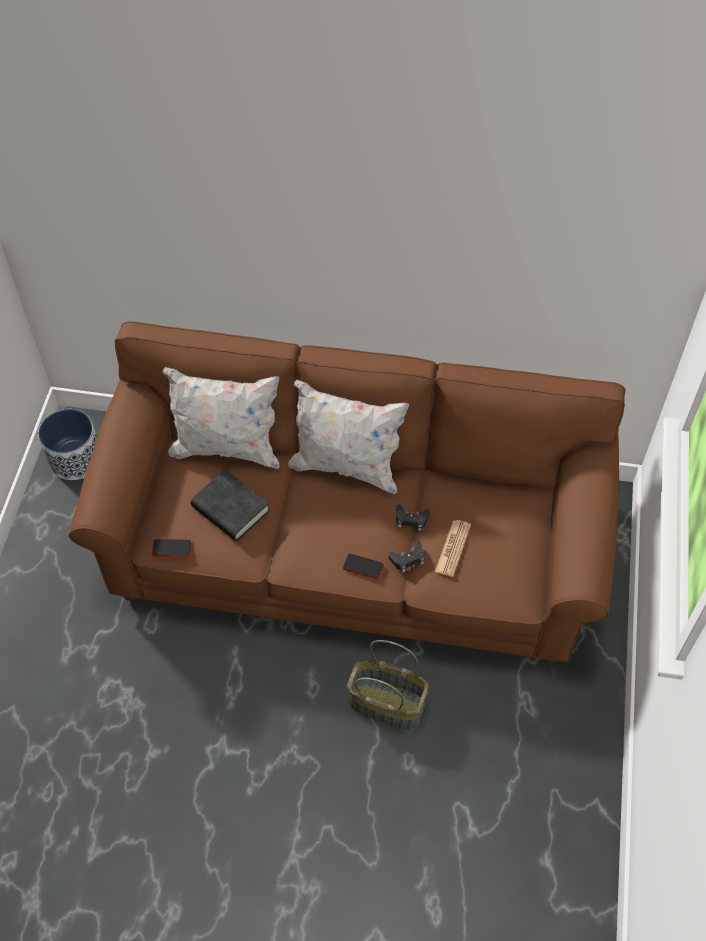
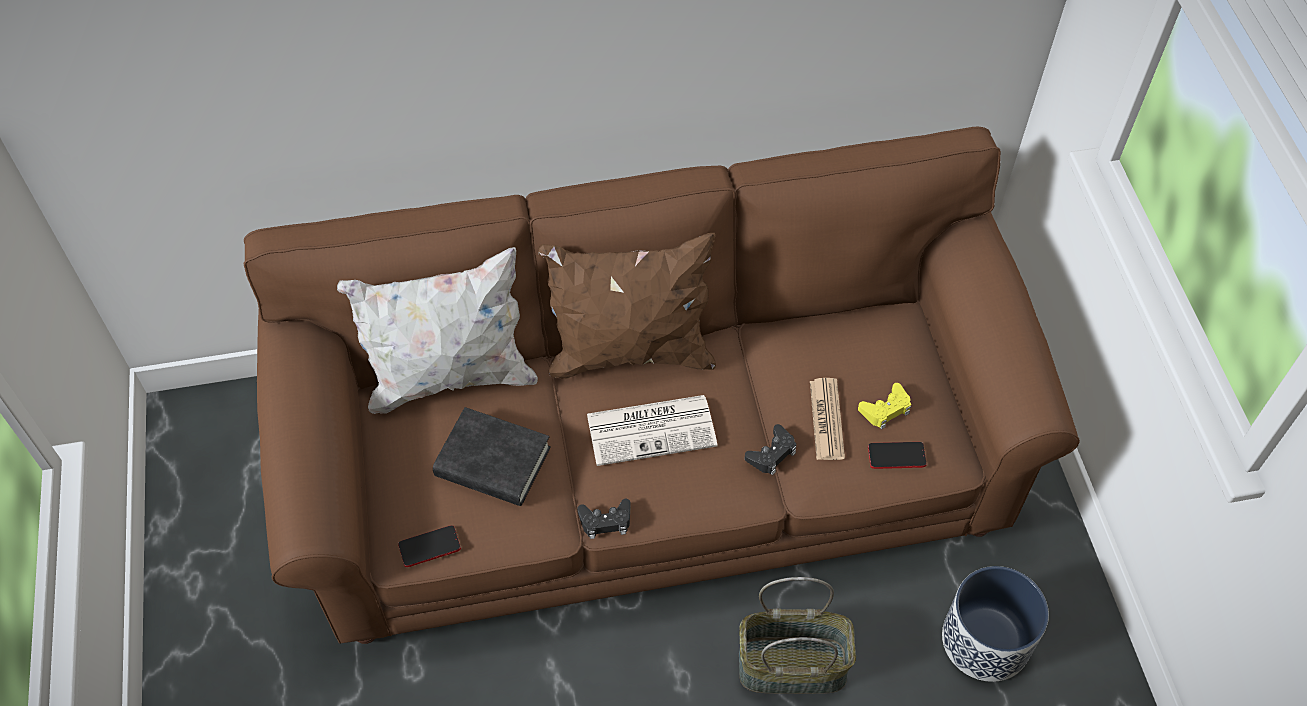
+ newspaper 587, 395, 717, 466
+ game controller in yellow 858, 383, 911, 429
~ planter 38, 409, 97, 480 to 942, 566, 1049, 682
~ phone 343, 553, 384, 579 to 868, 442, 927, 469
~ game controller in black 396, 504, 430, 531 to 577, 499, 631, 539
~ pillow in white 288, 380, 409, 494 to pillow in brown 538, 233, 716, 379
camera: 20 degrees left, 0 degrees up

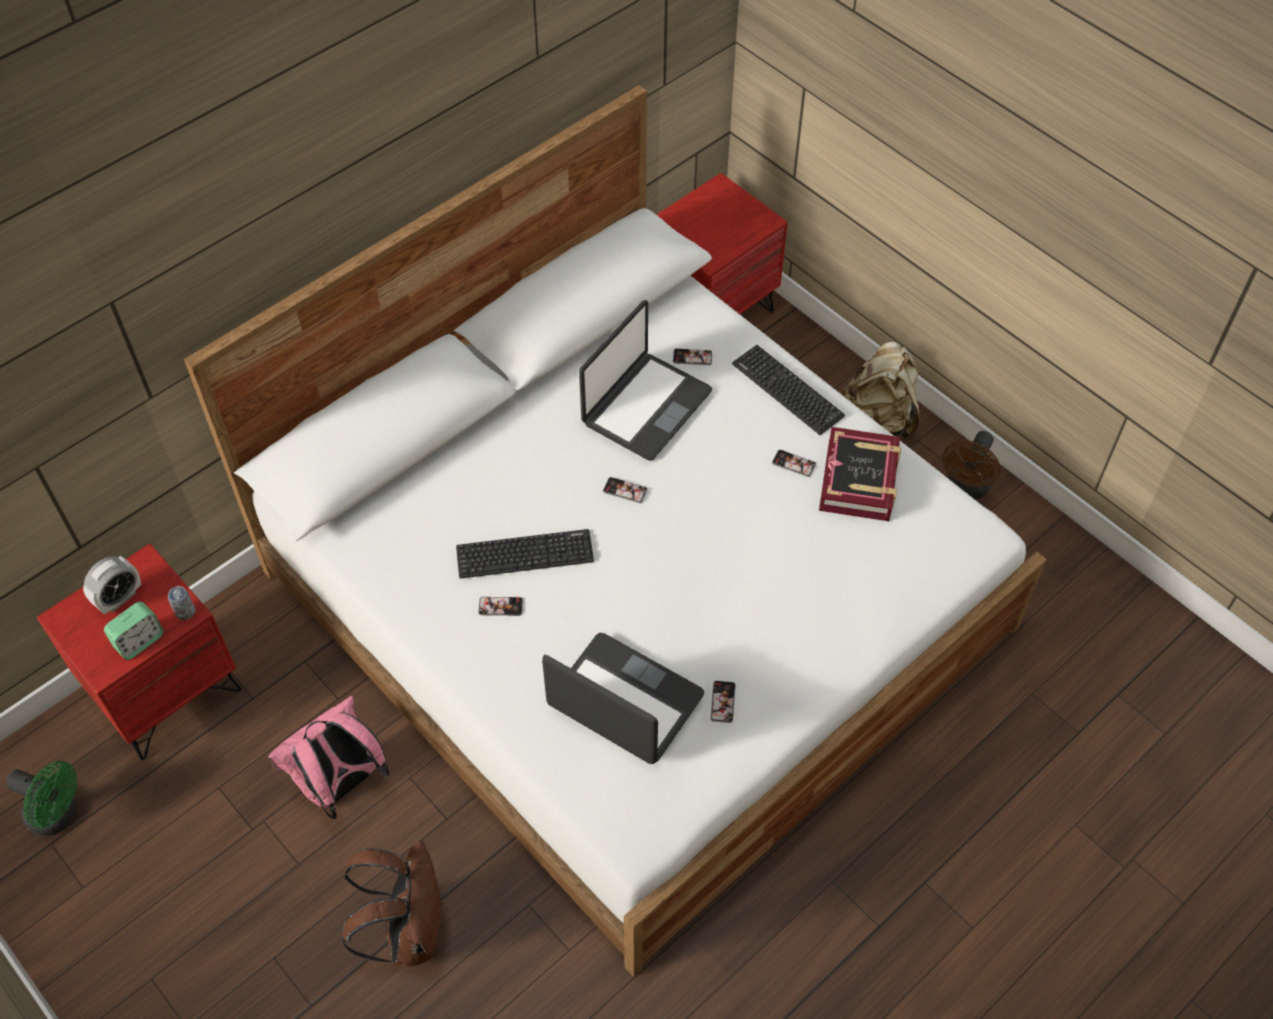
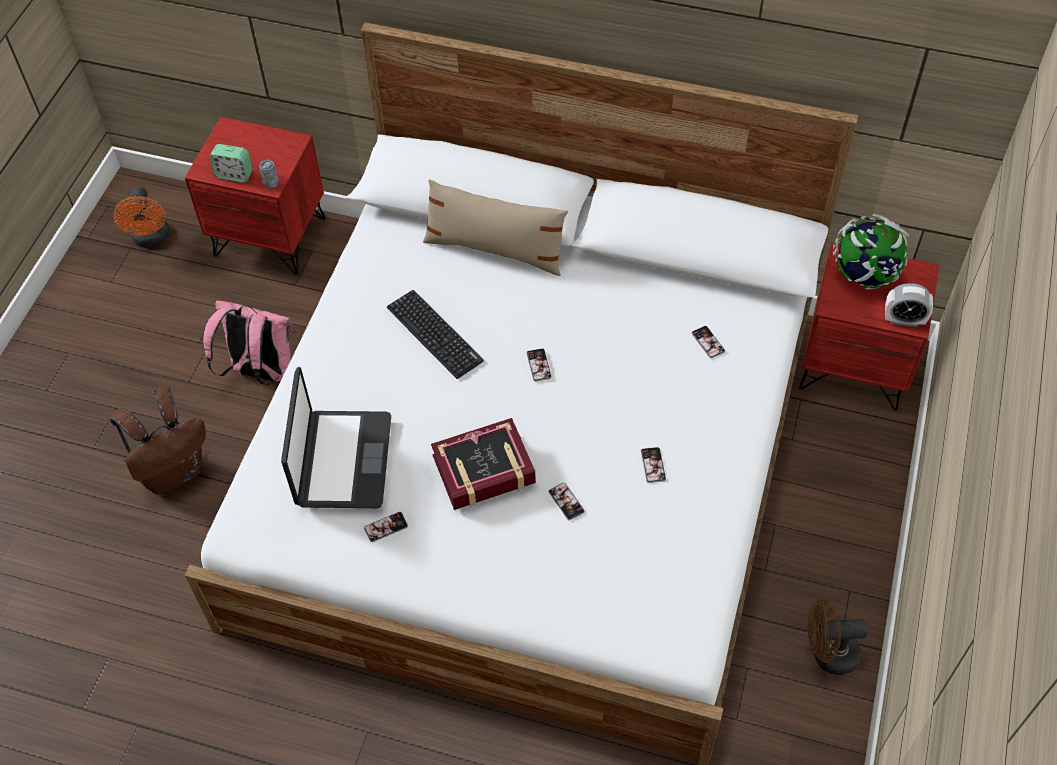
- laptop 579, 300, 712, 461
- keyboard 732, 345, 845, 435
- backpack in beige 842, 342, 919, 439
+ pillow in beige 423, 179, 568, 276
+ globe 833, 214, 909, 290
~ alarm clock 83, 556, 141, 615 to 885, 283, 933, 327
~ phone 478, 597, 523, 616 to 549, 483, 585, 520
~ book 819, 427, 901, 521 to 431, 418, 536, 510
~ fan in green 6, 761, 77, 836 to fan in orange 113, 187, 170, 248
camera: 60 degrees right, 0 degrees up

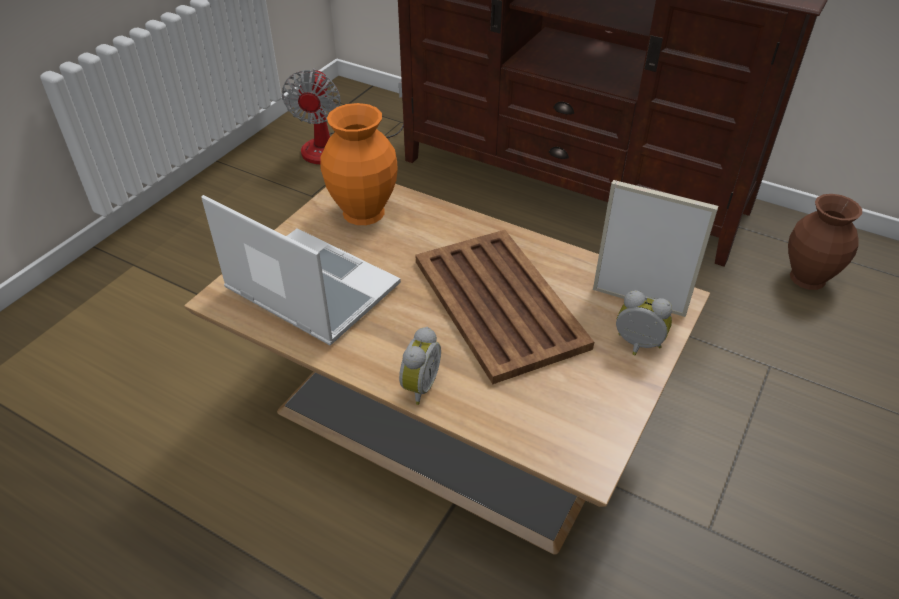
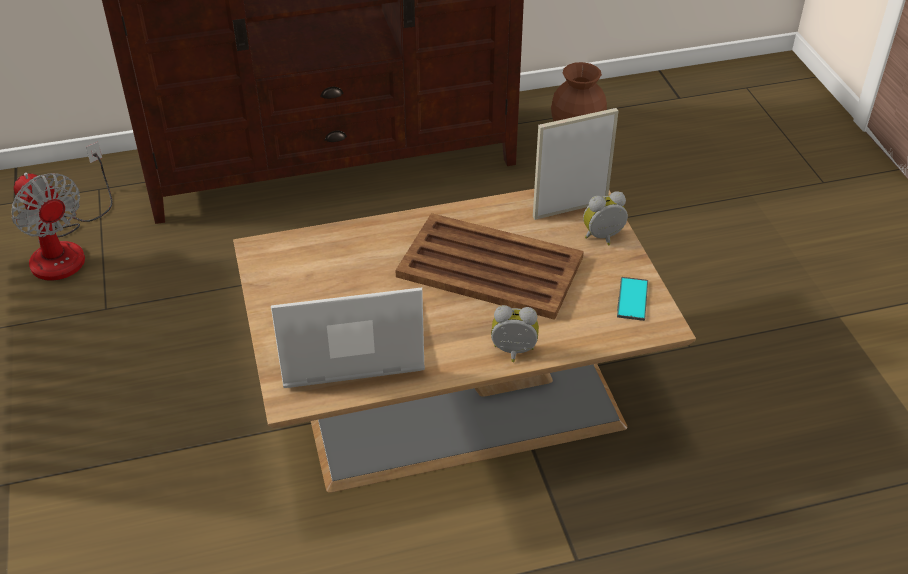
- vase in orange 320, 103, 398, 225
+ phone 617, 277, 648, 321
~ alarm clock 399, 327, 441, 405 = 491, 305, 539, 362 60 degrees counterclockwise
camera: 45 degrees left, 0 degrees up

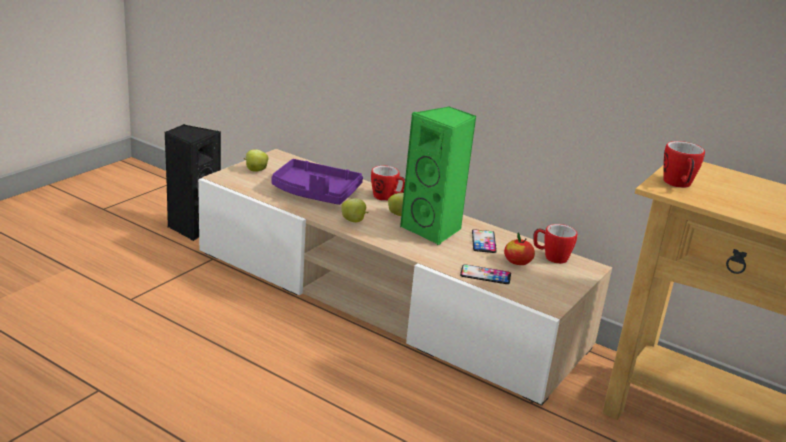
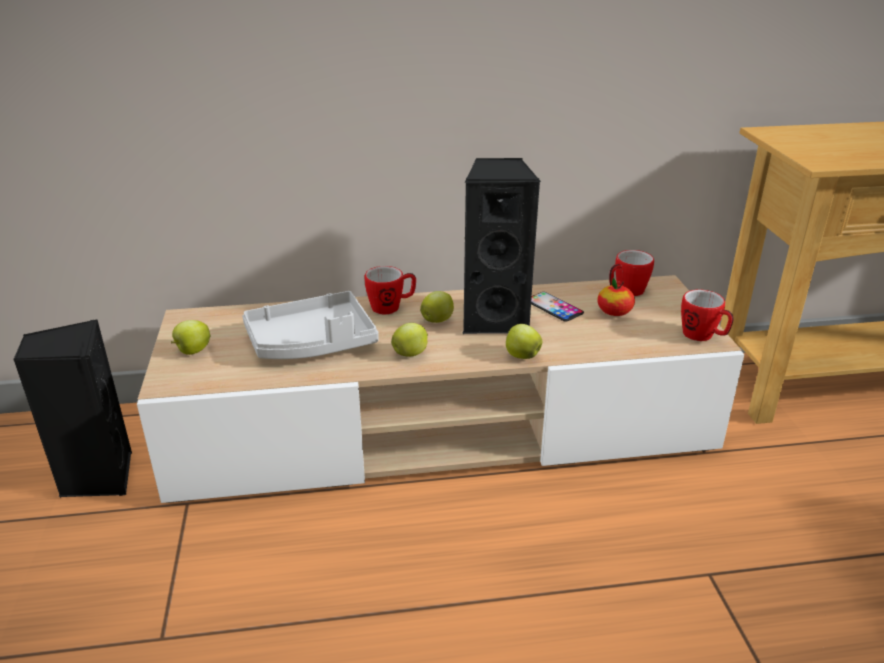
- phone 460, 264, 511, 284
+ apple 506, 324, 542, 359
~ mug 663, 141, 705, 188 to 681, 290, 734, 341
~ tray in purple 271, 159, 363, 205 to tray in grey 242, 291, 379, 359
~ speaker in green 400, 106, 477, 245 to speaker in black 462, 158, 541, 334
camera: 40 degrees left, 5 degrees up

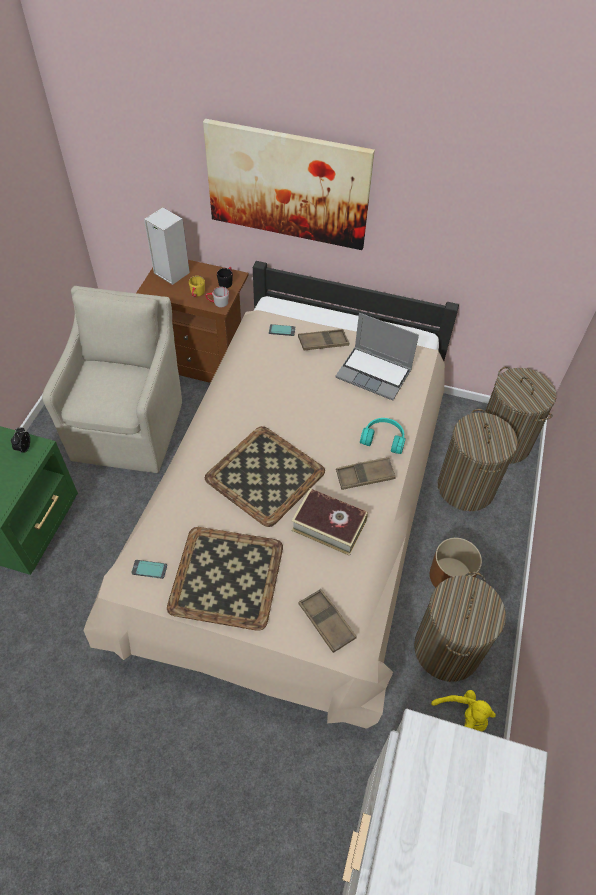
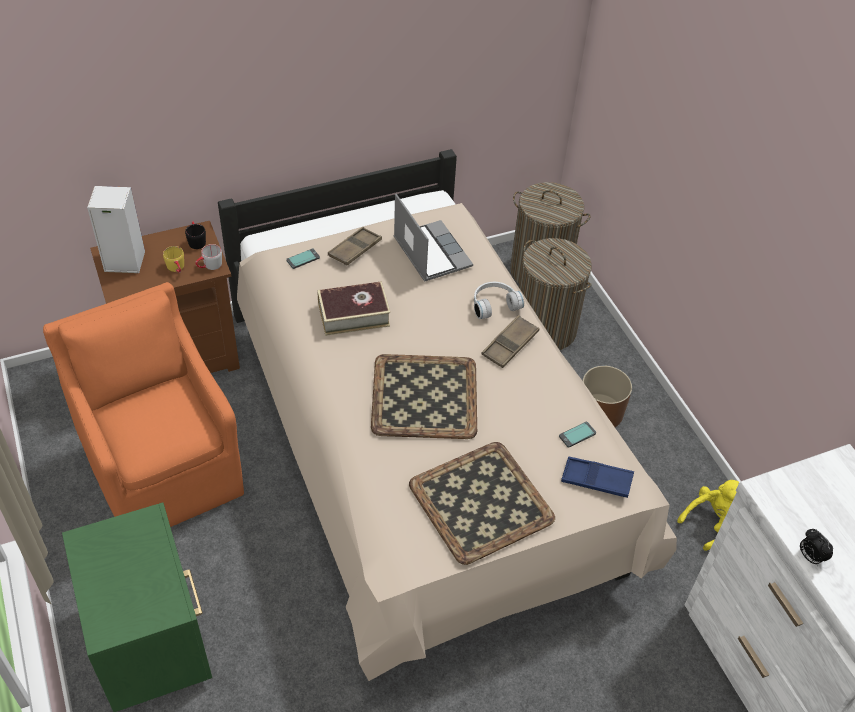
- picture 203, 119, 375, 250
- laundry basket 414, 572, 506, 682
~ alarm clock 11, 427, 30, 454 to 800, 529, 833, 566
~ phone 131, 560, 167, 579 to 559, 422, 596, 448
~ book 291, 488, 368, 556 to 317, 281, 390, 336
~ armchair in beige 42, 286, 182, 473 to armchair in orange 43, 282, 244, 527
~ tray in brown 299, 589, 356, 653 to tray in blue 561, 457, 634, 498
~ headphones in turquoise 360, 418, 406, 454 to headphones in white 474, 282, 524, 319
~ laptop 335, 313, 419, 400 = 394, 194, 473, 282 105 degrees counterclockwise
camera: 40 degrees left, 5 degrees down

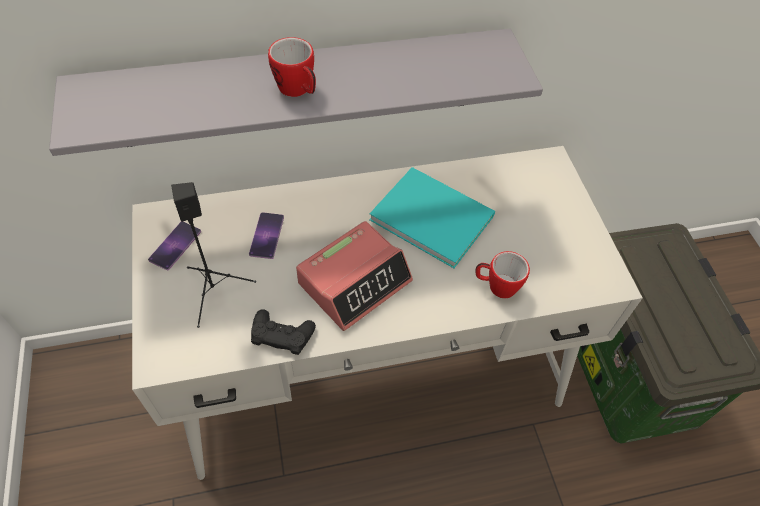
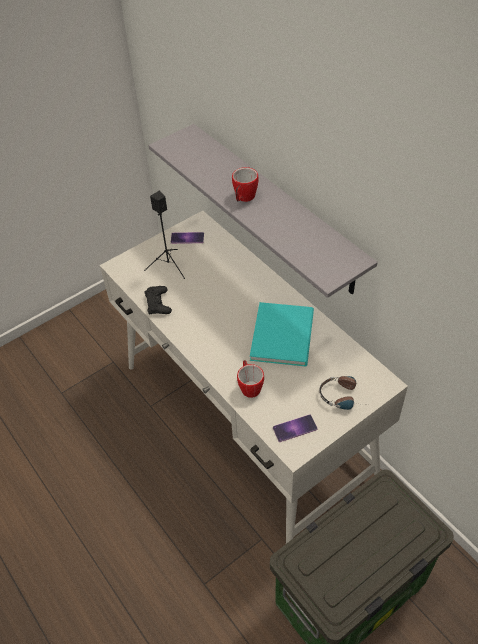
- alarm clock 296, 221, 413, 331
+ headphones 319, 376, 365, 410
~ phone 249, 212, 284, 259 to 273, 414, 317, 442
camera: 70 degrees right, 5 degrees down

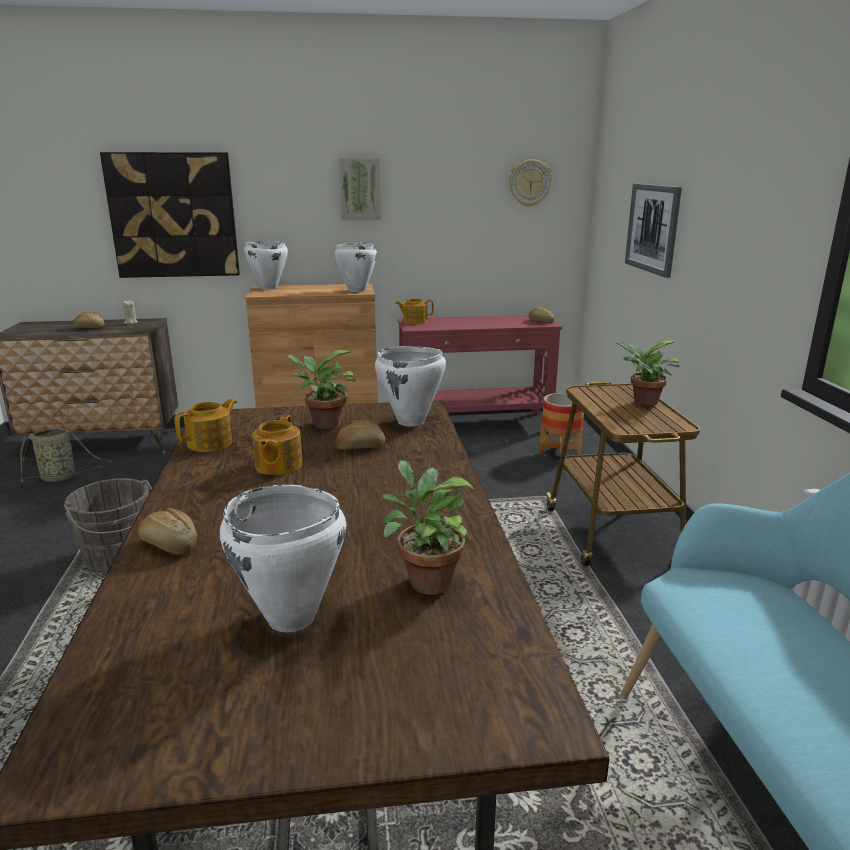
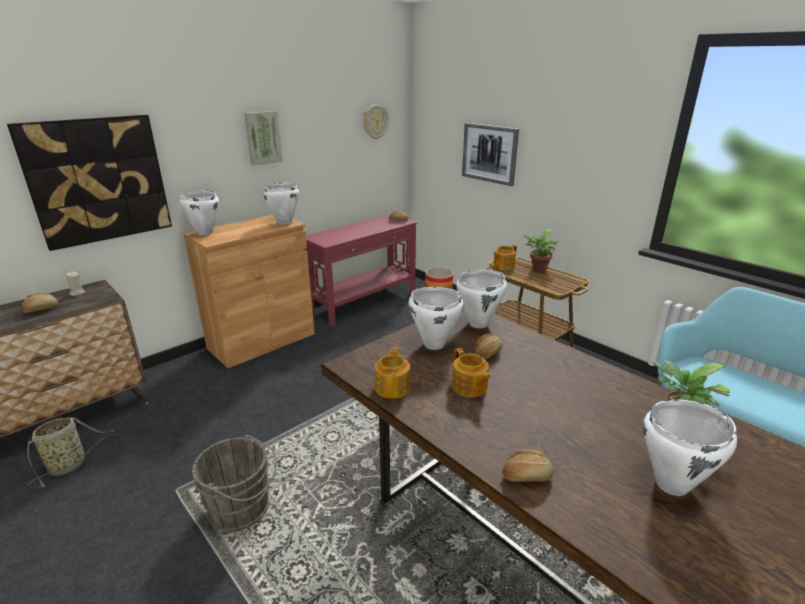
~ teapot 395, 299, 434, 324 to 494, 245, 517, 270
~ potted plant 286, 350, 356, 429 to cooking pot in white 409, 287, 464, 350
camera: 35 degrees left, 5 degrees up

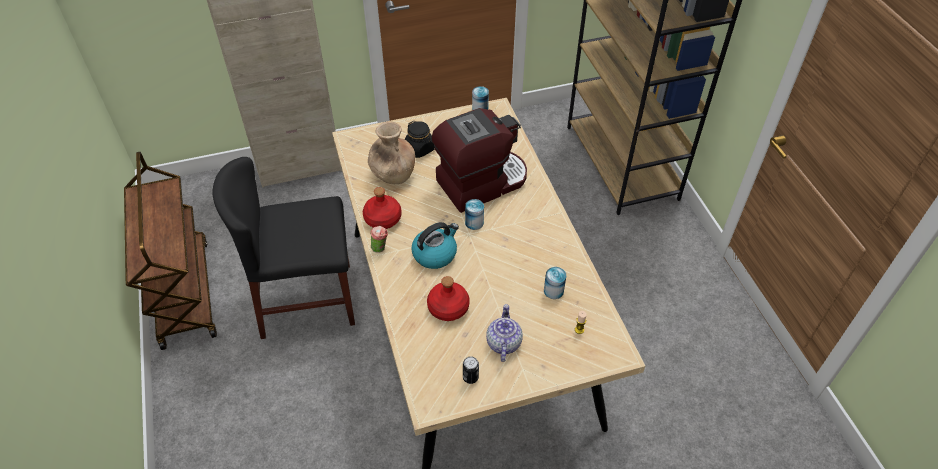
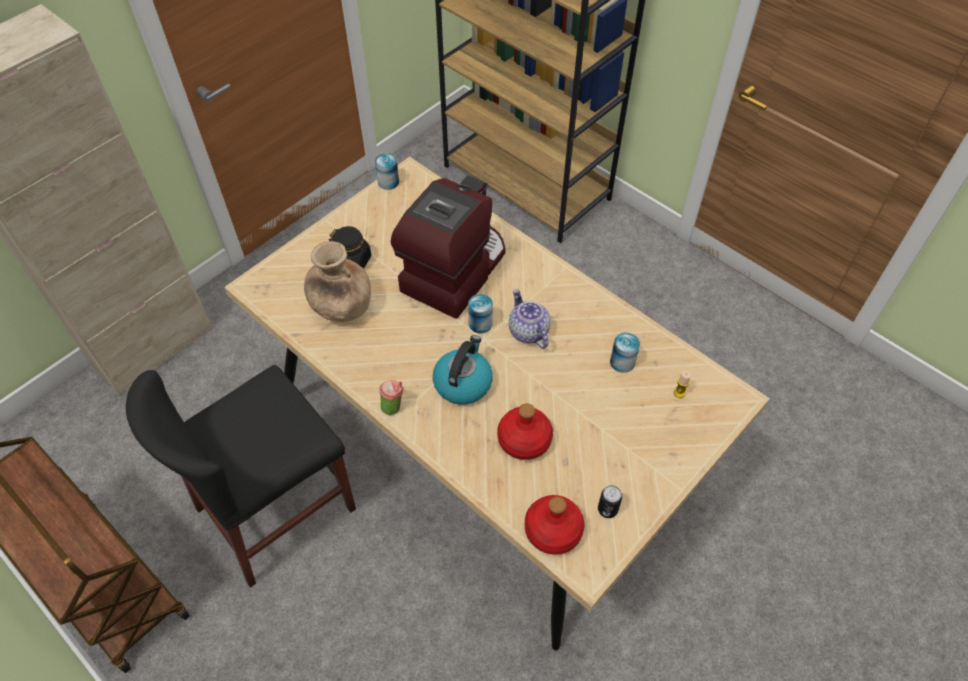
~ bottle in red 363, 187, 401, 229 to 525, 495, 584, 555
~ teapot 486, 304, 523, 362 to 509, 289, 551, 349
camera: 30 degrees left, 5 degrees up

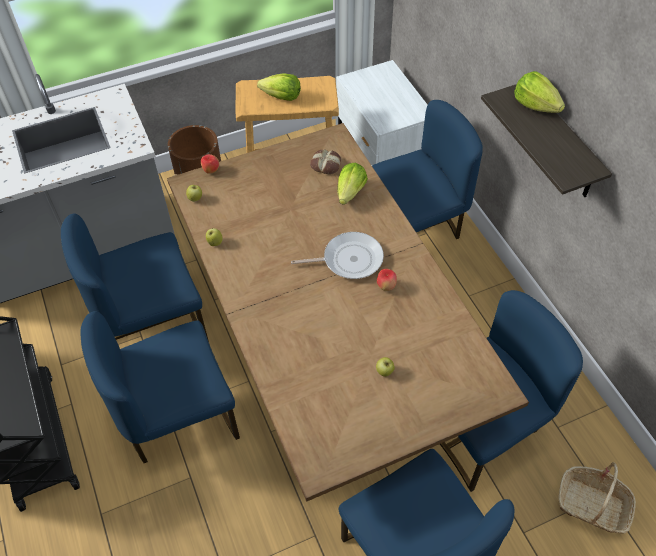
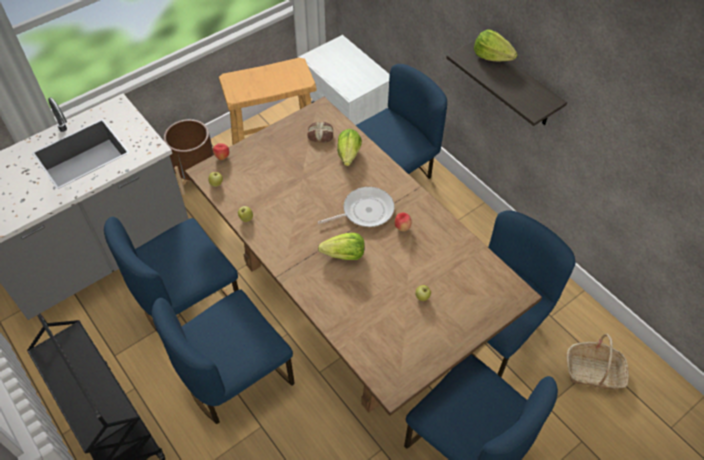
~ lettuce 257, 73, 301, 101 to 318, 233, 365, 260
camera: 15 degrees left, 0 degrees up

